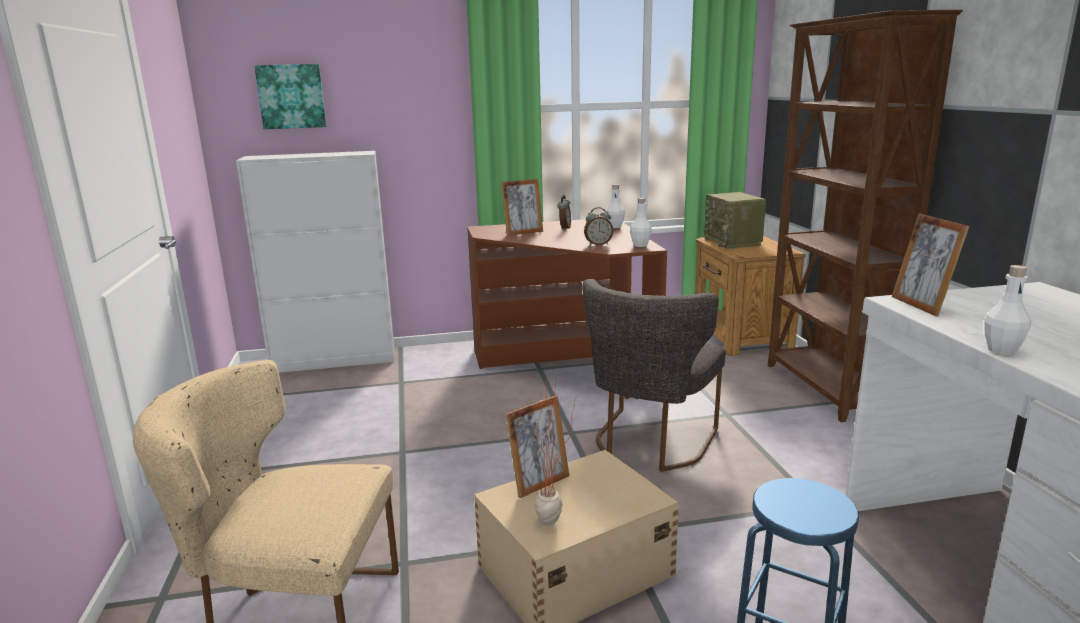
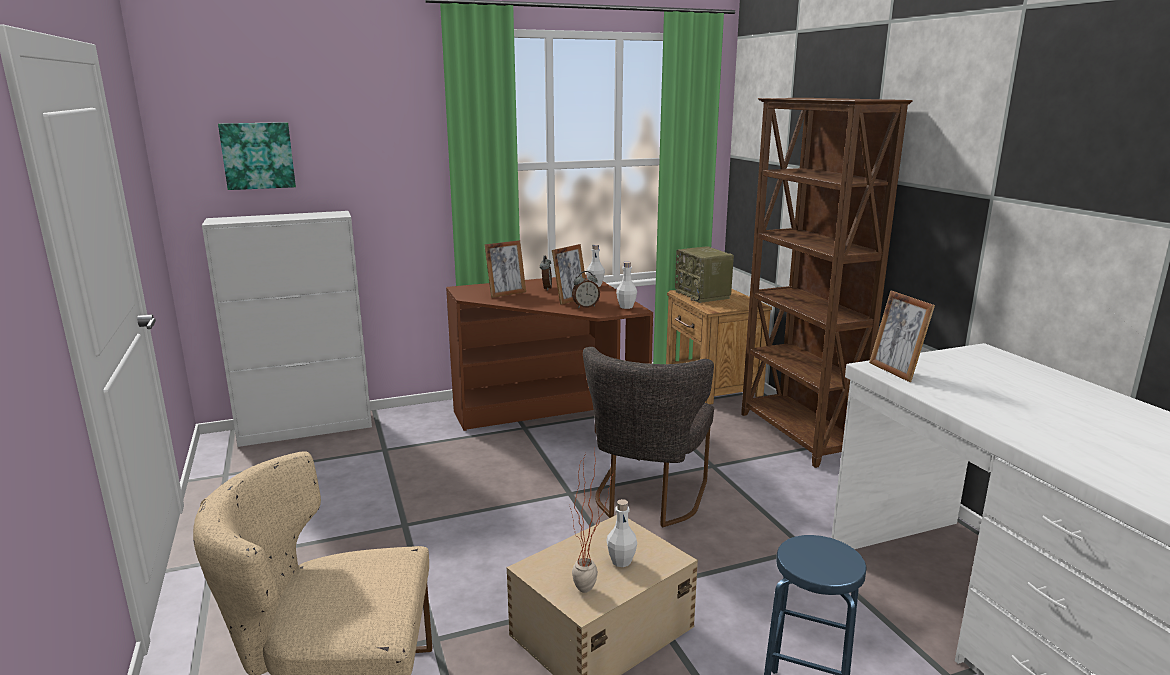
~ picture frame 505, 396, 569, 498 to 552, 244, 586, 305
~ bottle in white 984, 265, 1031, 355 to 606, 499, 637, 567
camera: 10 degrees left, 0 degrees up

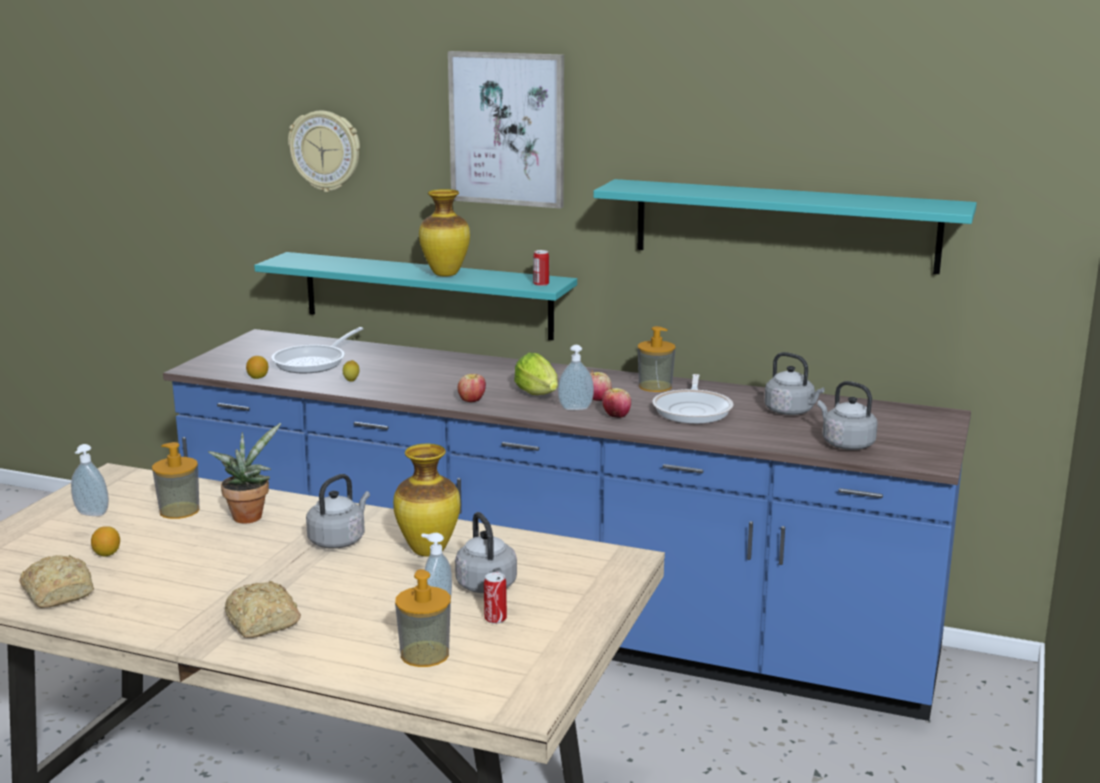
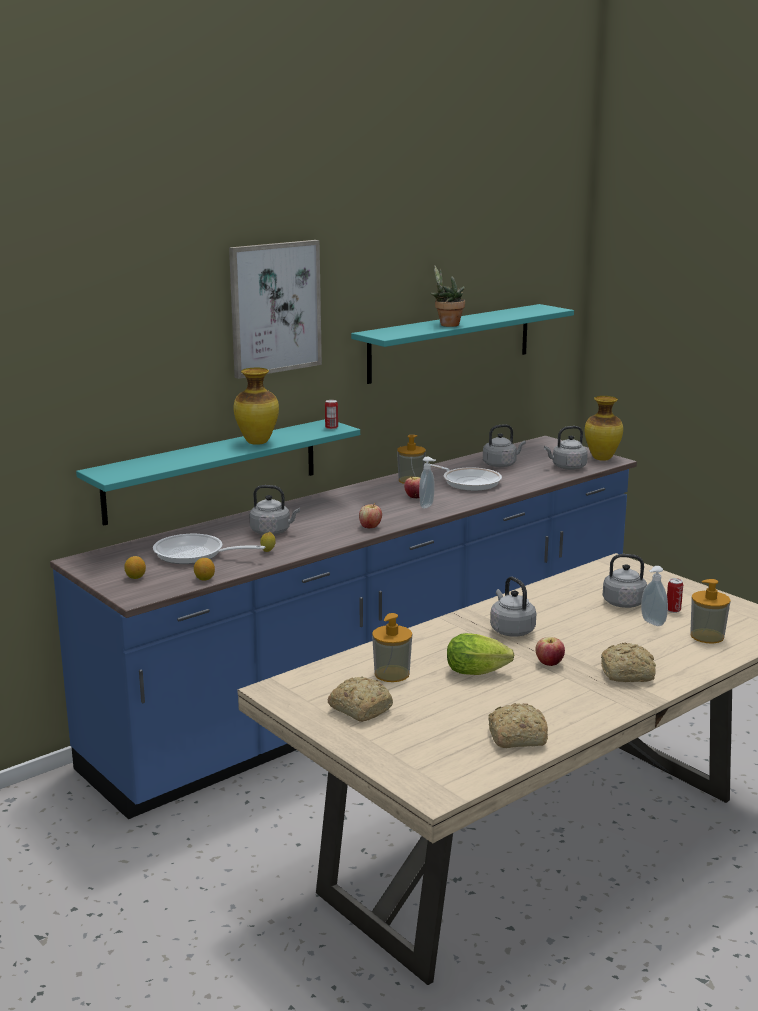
- wall clock 288, 110, 360, 192
+ kettle in grey 250, 485, 300, 535
~ lemon 91, 526, 120, 556 to 124, 556, 146, 579
~ potted plant 208, 423, 281, 524 to 431, 265, 465, 327
~ vase 393, 444, 460, 557 to 585, 396, 623, 461
~ lettuce 514, 352, 558, 395 to 447, 633, 514, 675
~ apple 602, 388, 631, 418 to 535, 637, 565, 666
~ soap dispenser 71, 444, 109, 516 to bread 328, 676, 393, 722
~ frying pan 271, 327, 364, 373 = 153, 534, 265, 564 135 degrees clockwise
camera: 60 degrees left, 0 degrees up

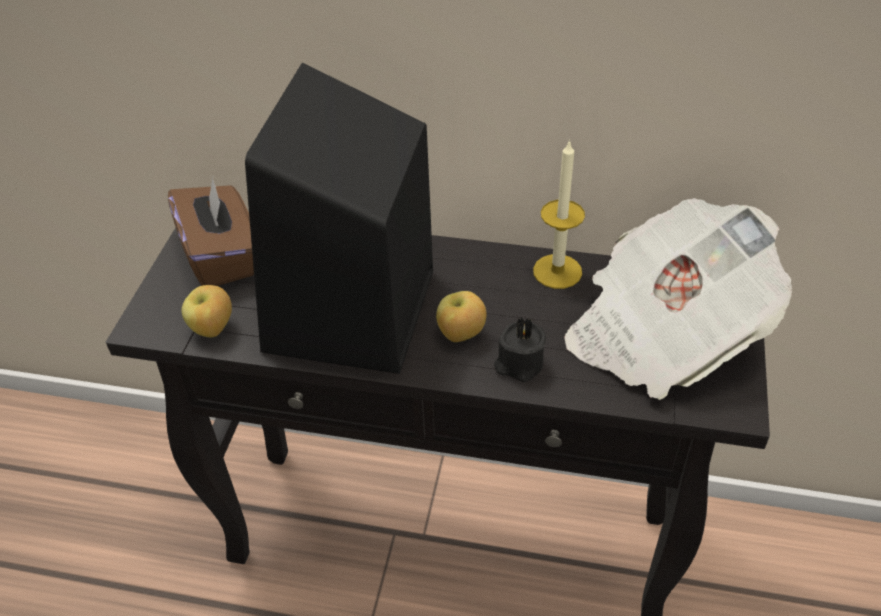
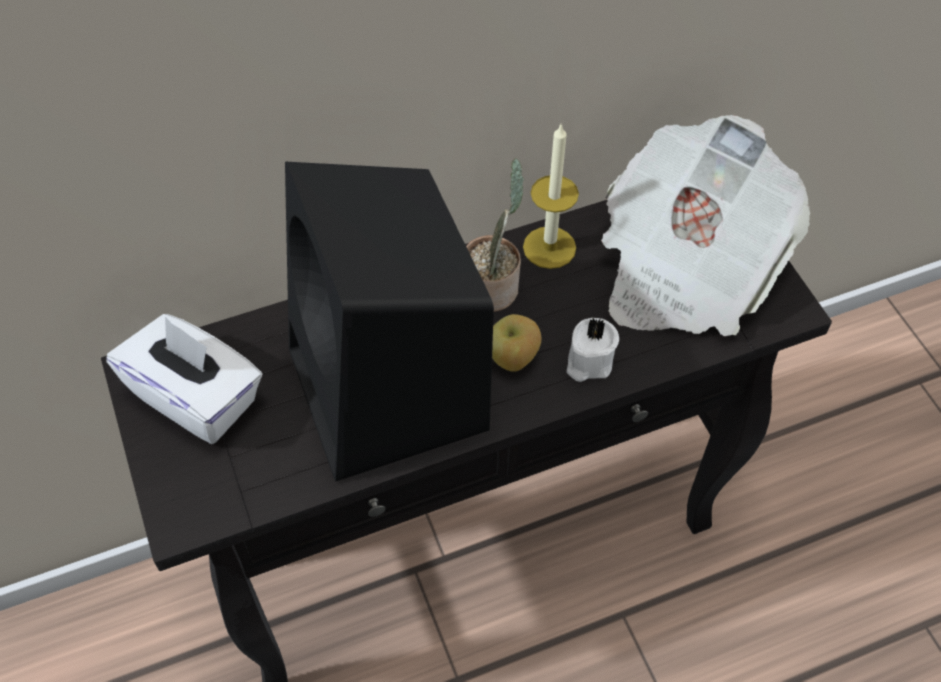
- apple 181, 285, 232, 337
+ potted plant 466, 158, 524, 312
~ tissue box in brown 168, 178, 254, 286 to tissue box in white 106, 314, 262, 444
~ candle in black 494, 317, 546, 382 to candle in white 567, 318, 619, 382
camera: 35 degrees left, 10 degrees up

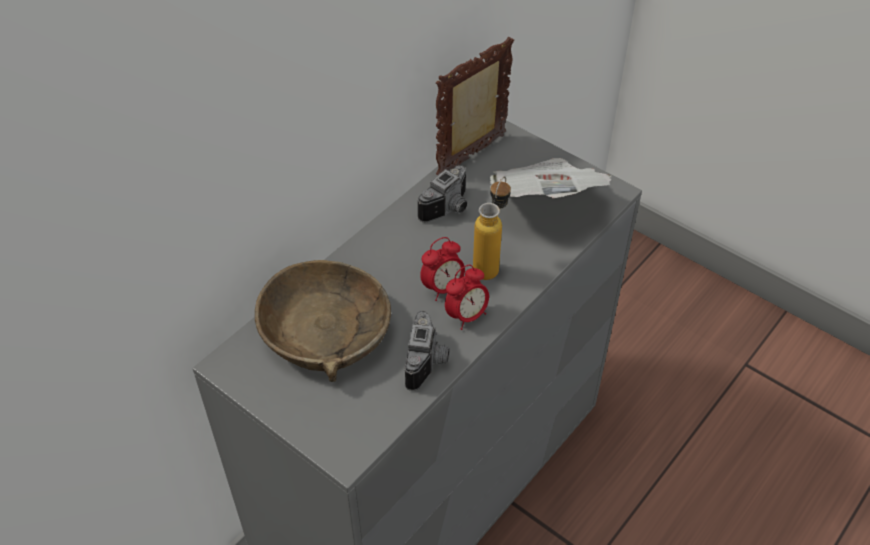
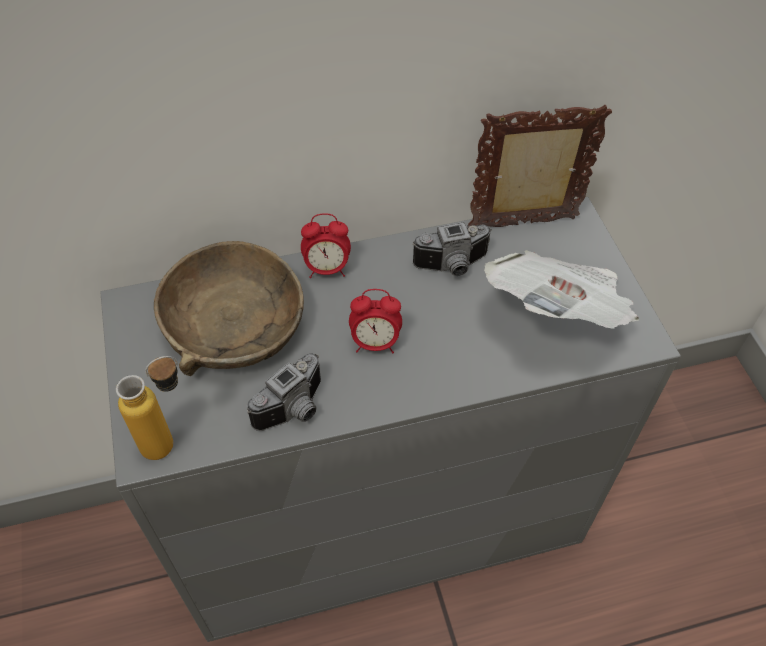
~ alarm clock 445, 265, 489, 330 to 301, 213, 351, 278
~ bottle 473, 176, 511, 280 to 116, 356, 178, 460
camera: 35 degrees right, 5 degrees up

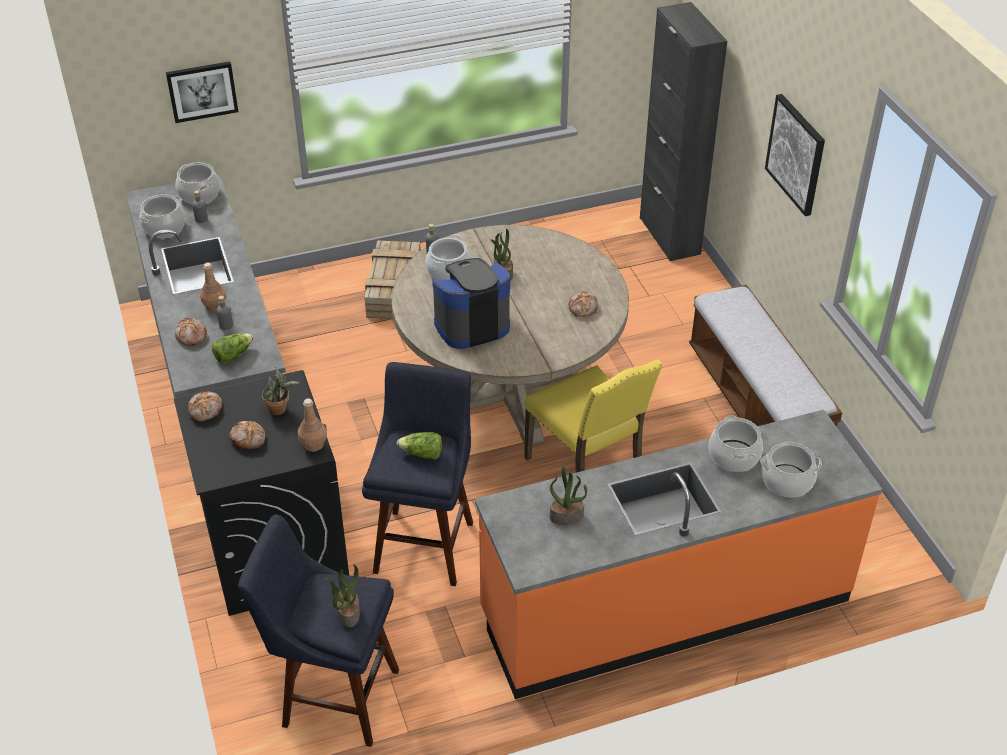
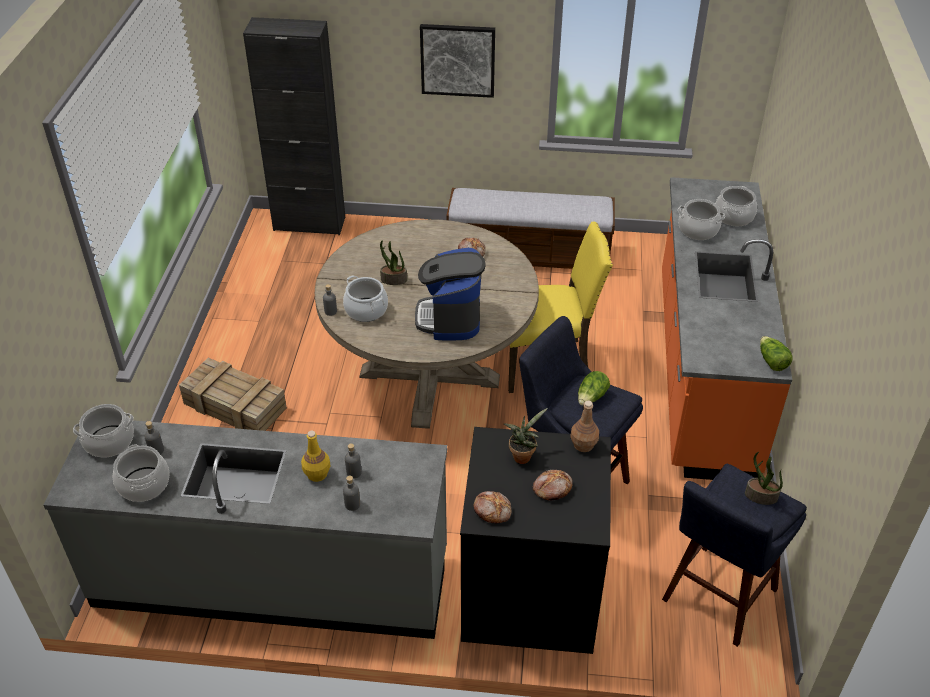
- picture 166, 62, 238, 123
- potted plant 550, 465, 587, 525
~ lettuce 211, 333, 253, 364 to 760, 336, 793, 371
~ bread 175, 318, 207, 346 to bottle in grey 343, 476, 360, 511
~ bottle in brown 200, 263, 226, 312 to bottle in yellow 301, 431, 330, 482
camera: 65 degrees left, 0 degrees up

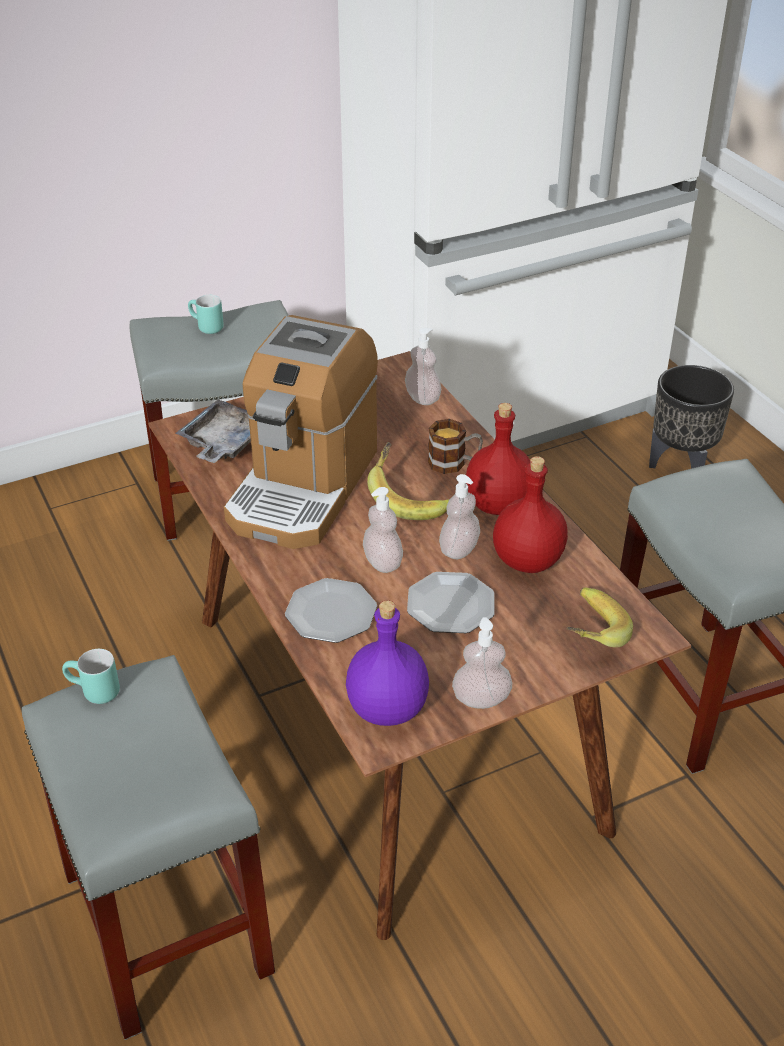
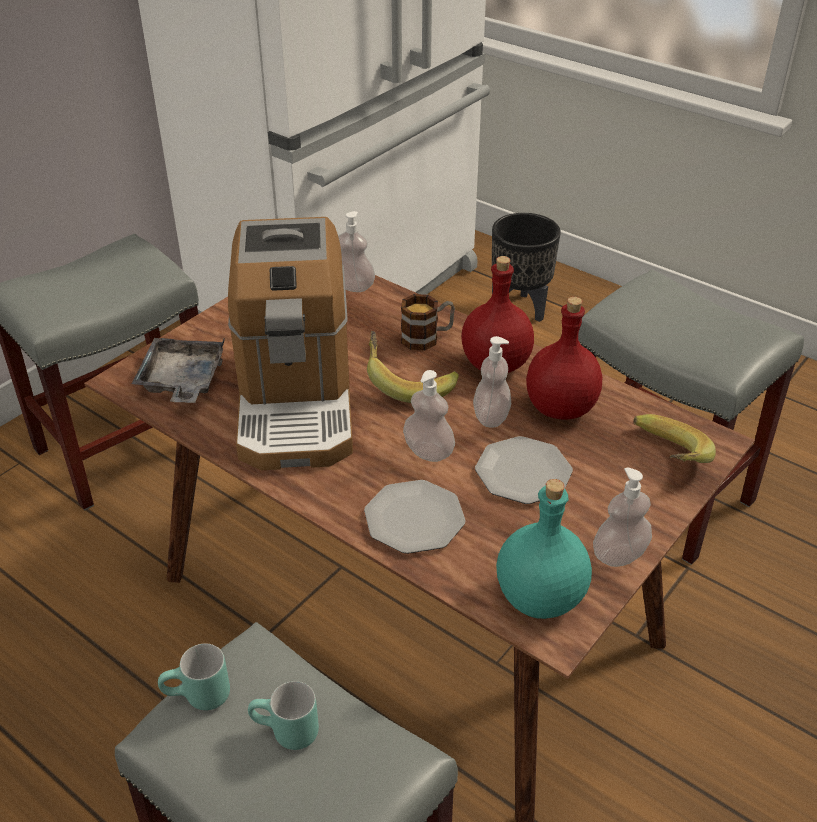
~ mug in turquoise 188, 295, 224, 334 to 248, 681, 319, 750
~ bottle in purple 346, 600, 429, 726 to bottle in turquoise 496, 479, 592, 619
camera: 25 degrees left, 0 degrees up

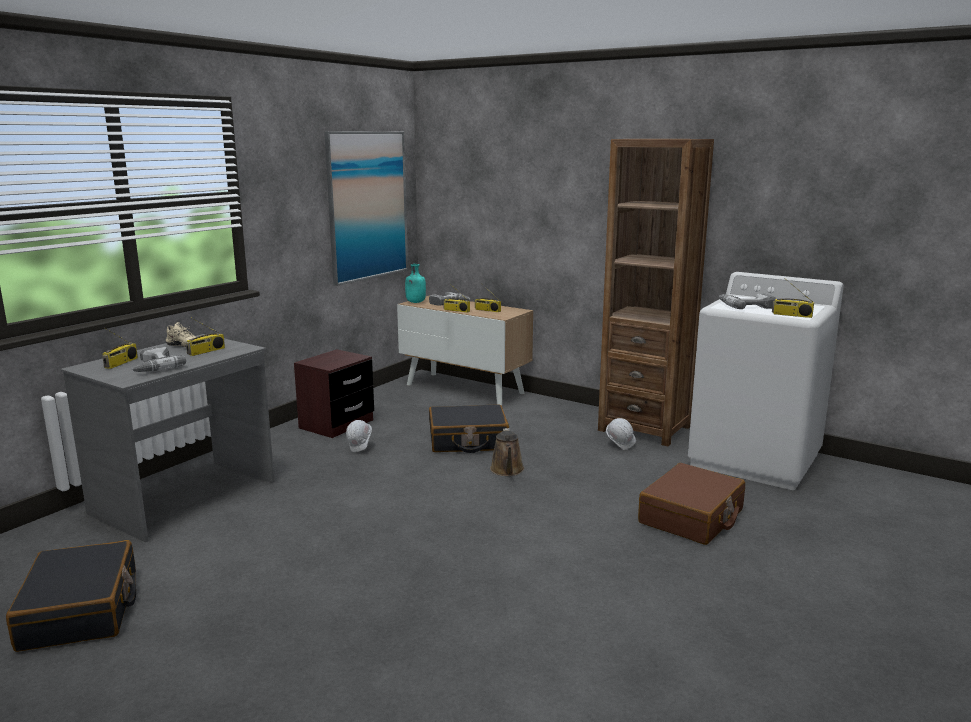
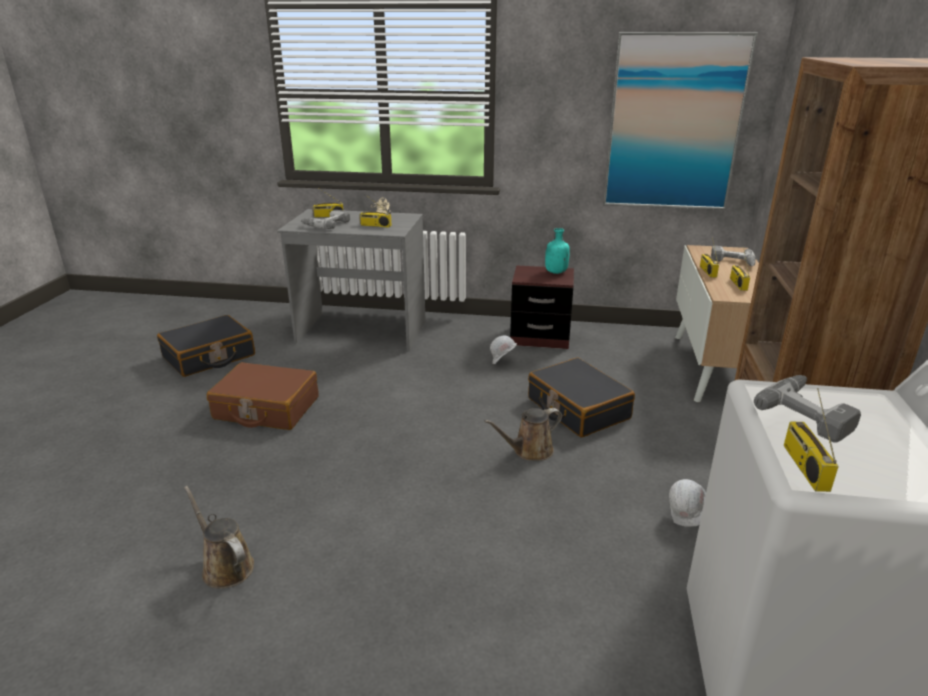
+ watering can in brown 184, 486, 254, 589
~ bottle in turquoise 405, 264, 426, 303 to 545, 228, 570, 274
~ suitcase in brown 638, 463, 745, 545 to 207, 362, 319, 430
camera: 65 degrees right, 10 degrees up

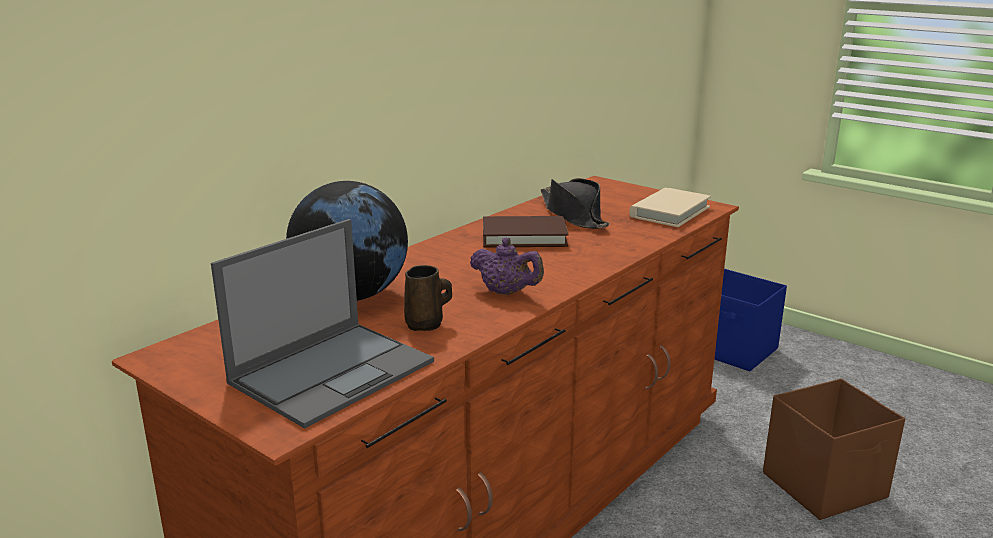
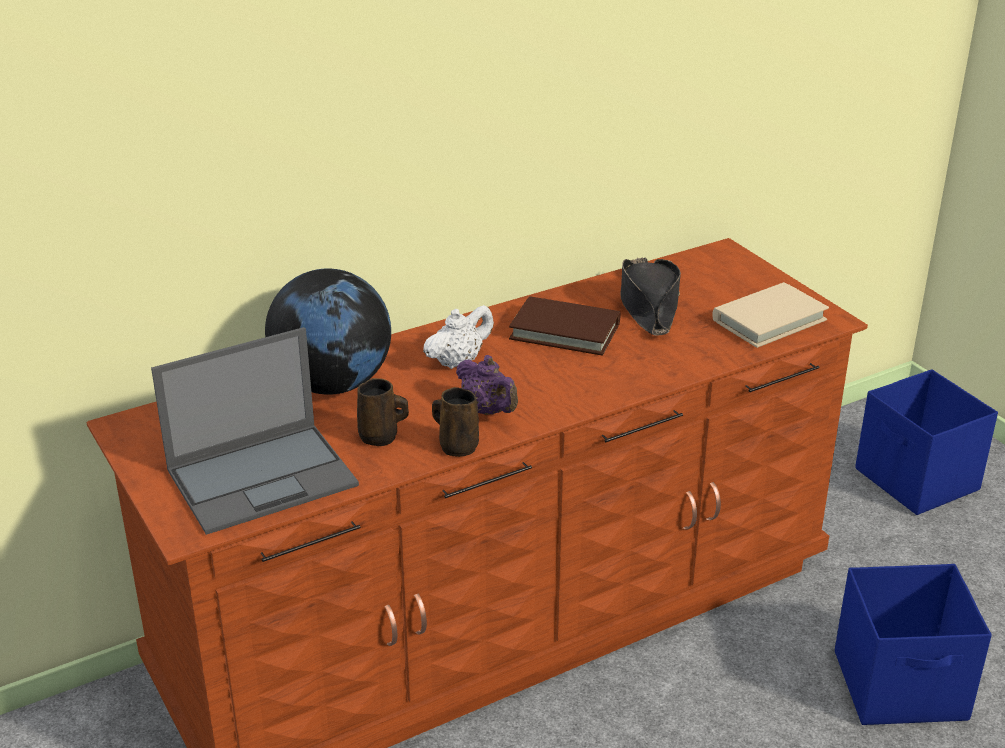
+ teapot in white 423, 305, 494, 369
+ mug in brown 432, 387, 479, 457
~ storage box in brown 763, 378, 905, 520 to storage box in blue 835, 564, 992, 725
camera: 20 degrees right, 10 degrees up

